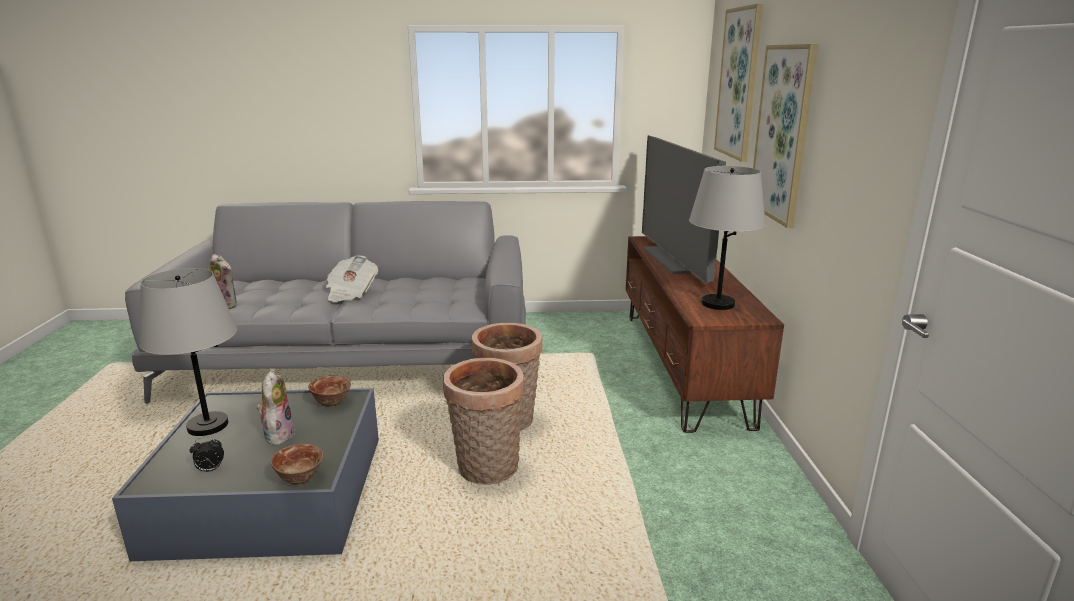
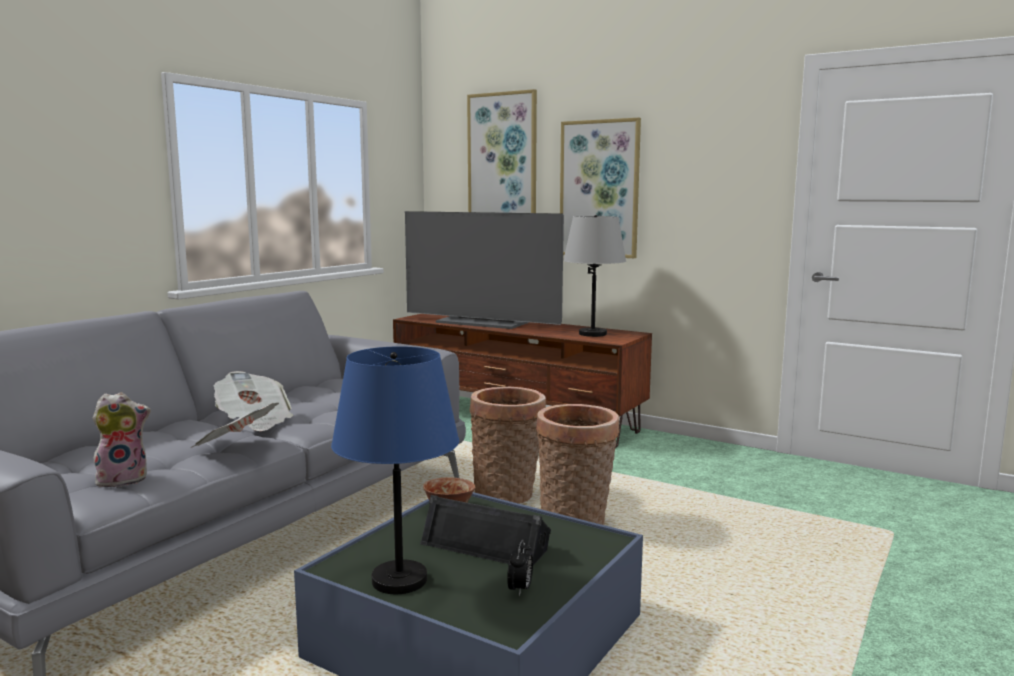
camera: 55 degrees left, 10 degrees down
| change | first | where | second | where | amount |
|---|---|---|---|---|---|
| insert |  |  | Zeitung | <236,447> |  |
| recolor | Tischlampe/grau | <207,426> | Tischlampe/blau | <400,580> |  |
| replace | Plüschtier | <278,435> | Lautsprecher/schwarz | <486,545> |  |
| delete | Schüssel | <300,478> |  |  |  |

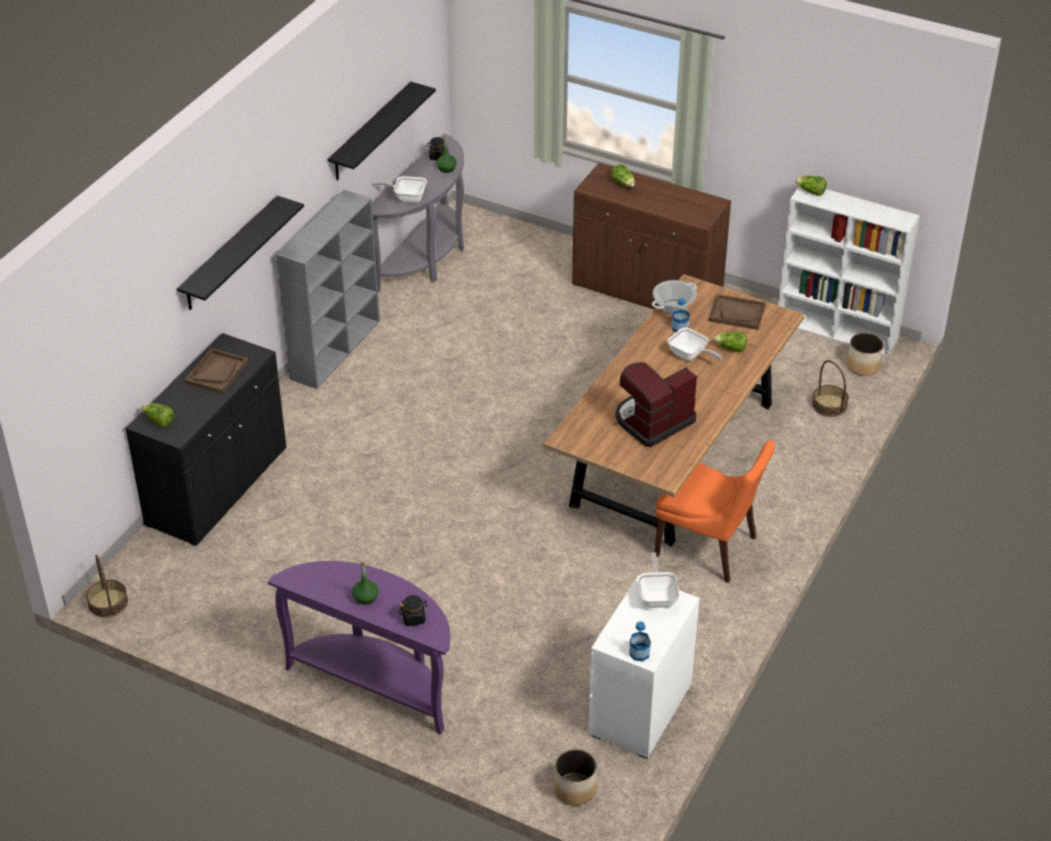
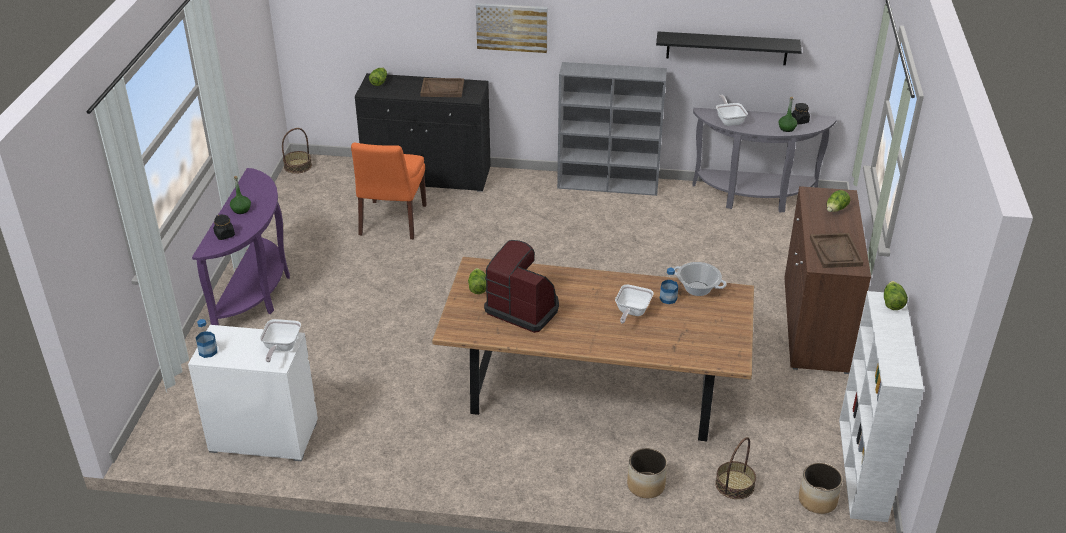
camera: 70 degrees right, 5 degrees down
| change | first | where | second | where | amount |
|---|---|---|---|---|---|
| rotate | Pfanne | <657,596> |  | <281,348> | 120 degrees clockwise |
| move | Stuhl/orange | <709,548> |  | <392,221> |  |
| move | Salatkopf | <731,348> |  | <477,287> |  |
| replace | Wandregal/schwarz | <230,254> | Bild | <512,27> |  |
| move | Pflanzkübel | <574,789> |  | <645,485> |  |
| move | Tablett/braun | <737,313> |  | <835,252> |  |

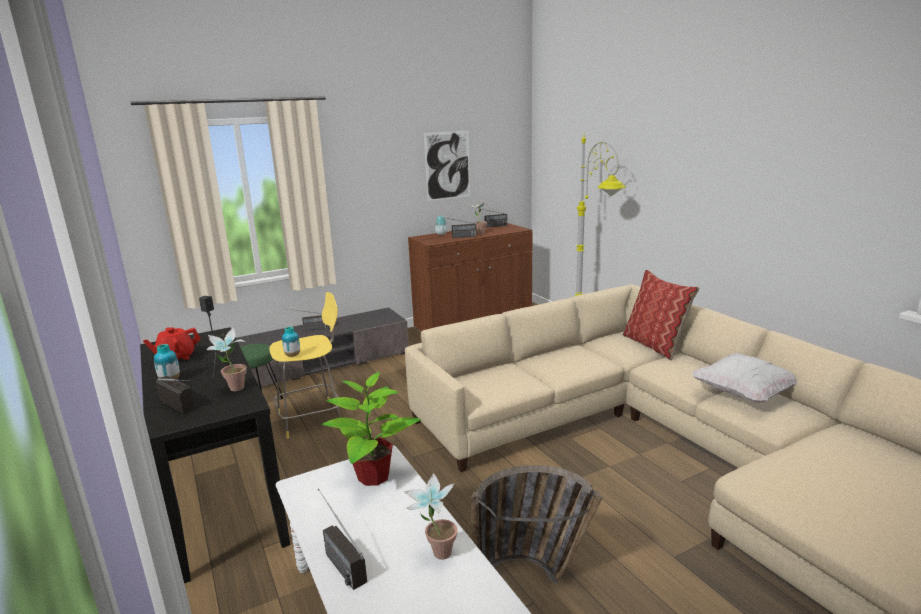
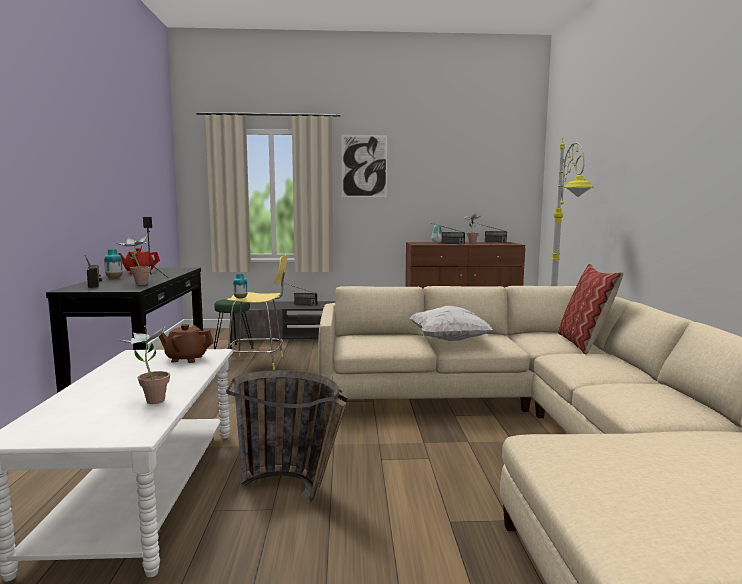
camera: 25 degrees right, 10 degrees down
| change | first | where | second | where | amount |
|---|---|---|---|---|---|
| replace | Topfpflanze | <372,476> | Teekanne/braun | <186,359> |  |
| move | Bild | <447,165> |  | <364,166> |  |
| move | Kissen/weiß | <743,394> |  | <449,340> |  |
| delete | Radio | <336,559> |  |  |  |

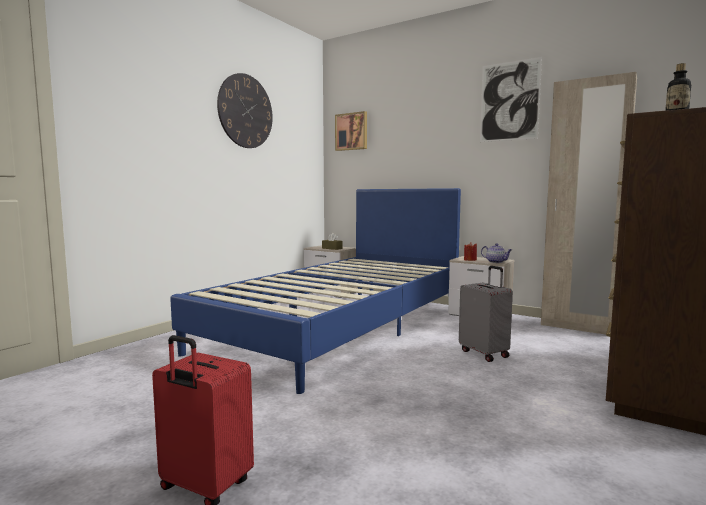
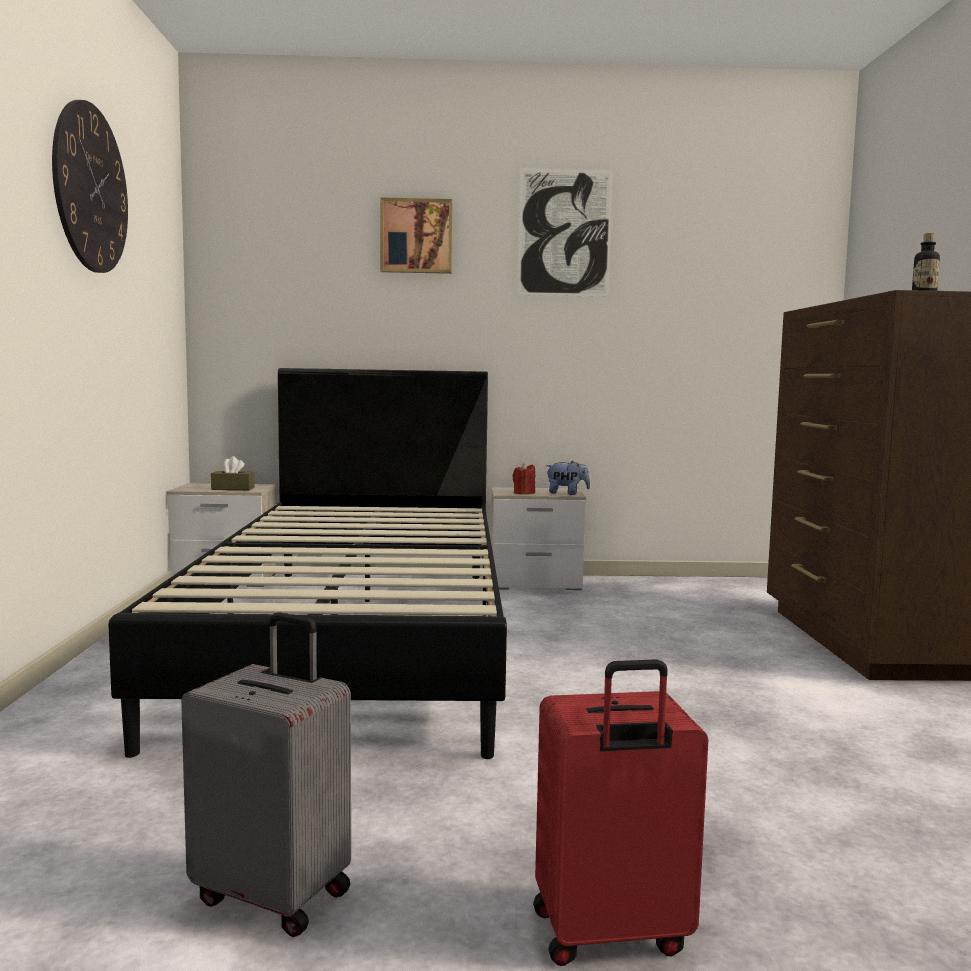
camera: 35 degrees left, 0 degrees up
| change | first | where | second | where | amount |
|---|---|---|---|---|---|
| recolor | Bett/blau | <341,326> | Bett/schwarz | <358,637> |  |
| move | Koffer/grau | <484,353> |  | <275,894> |  |
| move | Bild | <352,131> |  | <416,236> |  |
| replace | Teekanne | <496,262> | Plüschtier | <567,493> |  |
| delete | Kleiderschrank/beige | <578,327> |  |  |  |

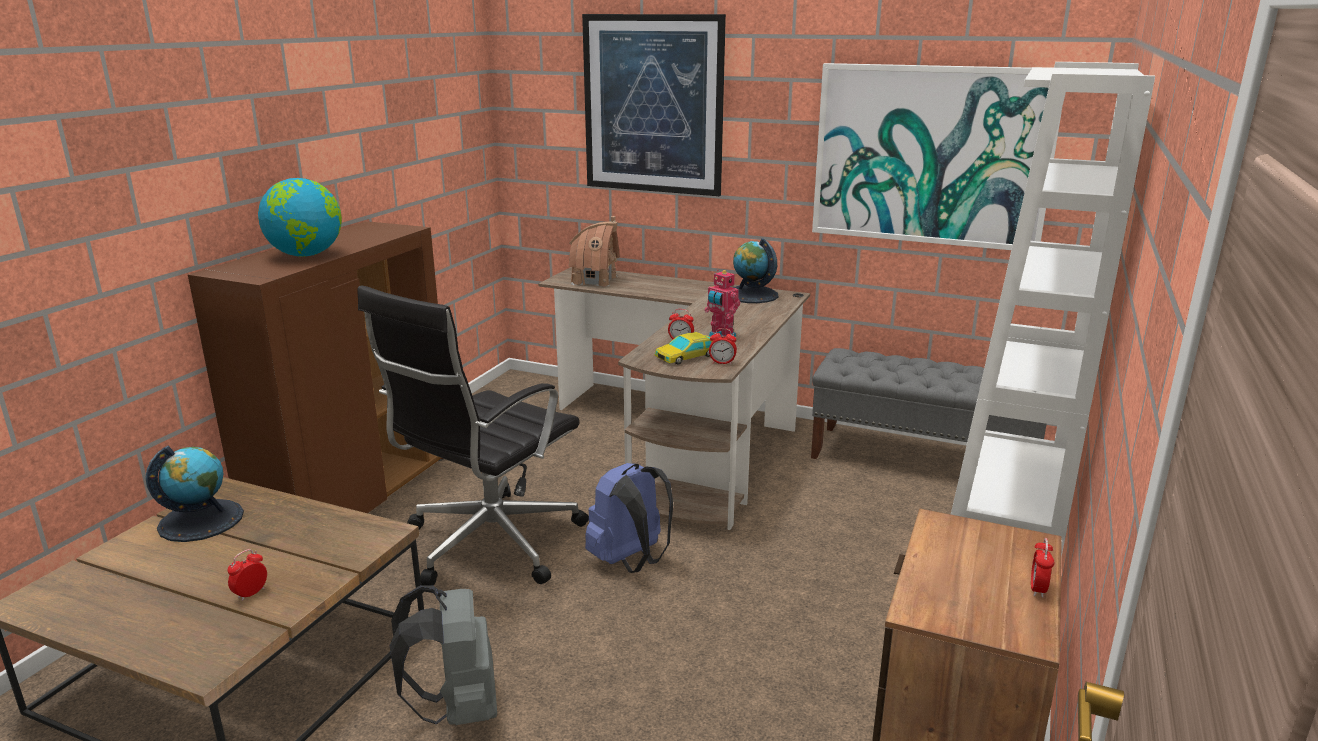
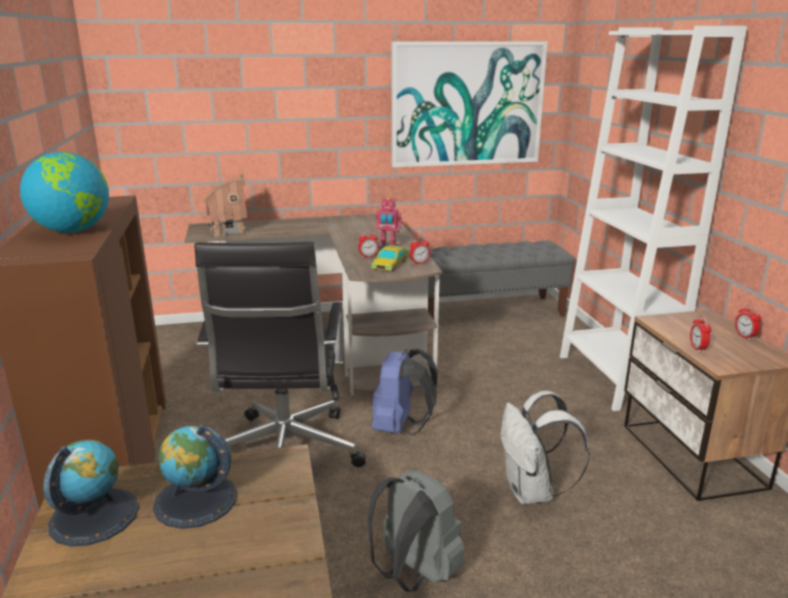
camera: 35 degrees left, 0 degrees up
| change | first | where | second | where | amount |
|---|---|---|---|---|---|
| move | Globus | <751,295> |  | <195,500> |  |
| insert |  |  | Rucksack/weiß | <532,492> |  |
| move | Wecker | <251,593> |  | <697,348> |  |
| delete | Bild | <653,105> |  |  |  |

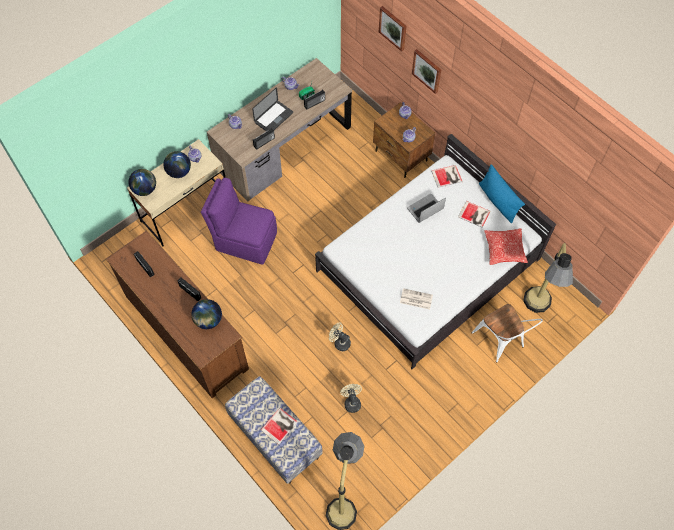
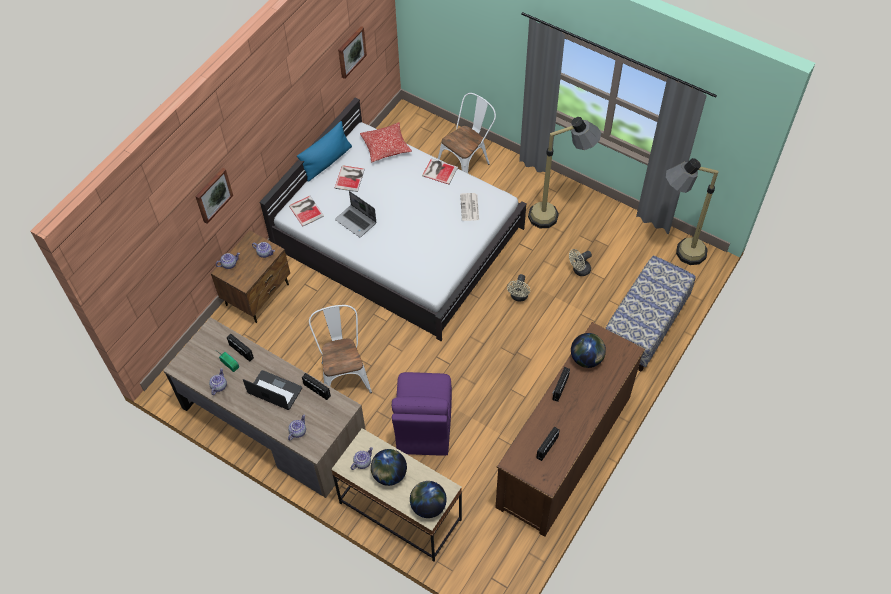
camera: 105 degrees left, 5 degrees down
| change | first | where | second | where | amount |
|---|---|---|---|---|---|
| insert |  |  | Stuhl/weiß | <344,373> |  |
| move | Bild | <393,28> |  | <351,51> |  |
| move | Buch | <280,425> |  | <439,171> |  |
| move | Stehlampe | <535,312> |  | <557,215> |  |

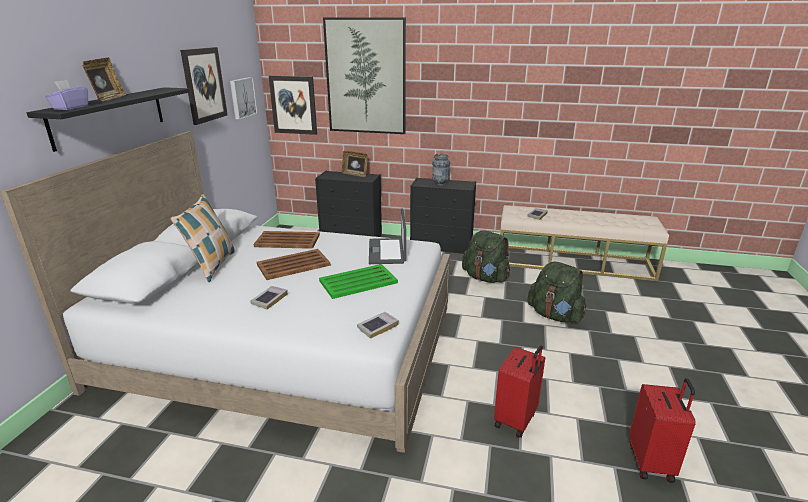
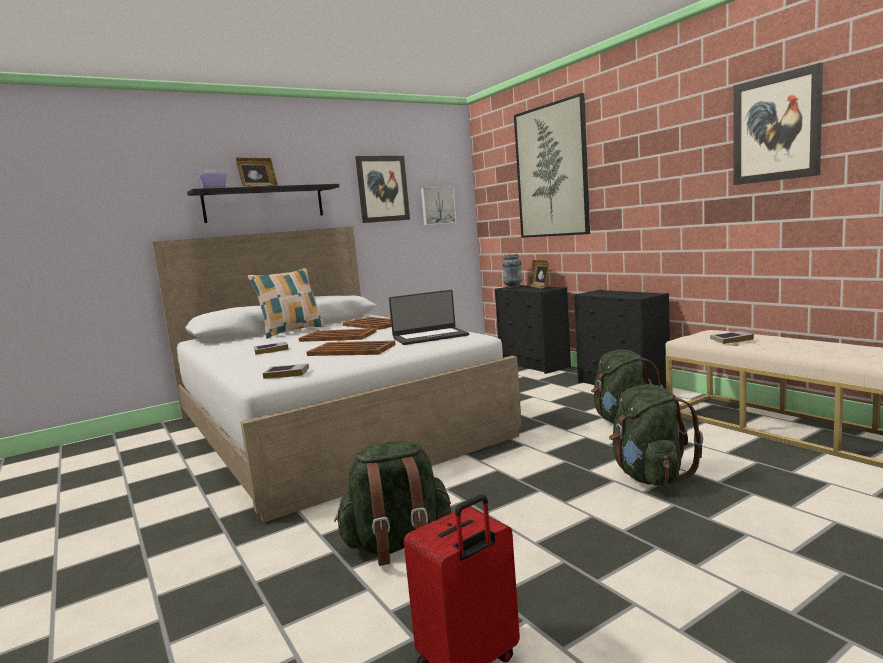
camera: 45 degrees right, 15 degrees down
| change | first | where | second | where | amount |
|---|---|---|---|---|---|
| recolor | Tablett/grün | <357,282> | Tablett/braun | <351,350> |  |
| replace | Koffer/rot | <516,420> | Rucksack/grün | <398,545> |  |
| rotate | Laptop | <388,251> |  | <430,337> | 150 degrees counterclockwise |
| move | Vase | <440,184> |  | <513,287> |  |
| move | Bild | <293,105> |  | <776,128> |  |

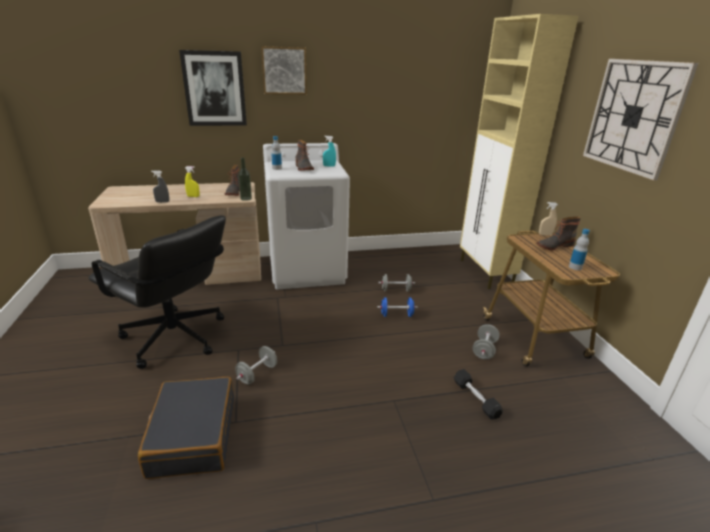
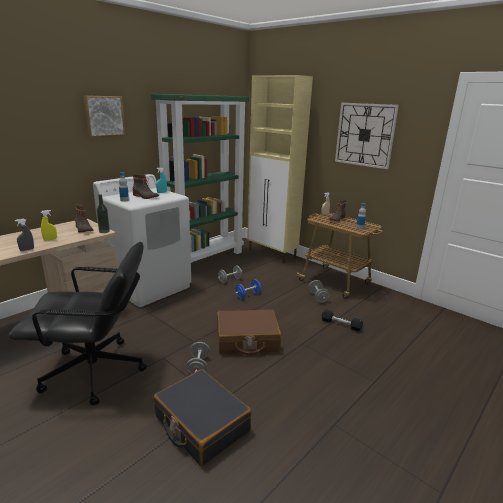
camera: 35 degrees left, 5 degrees down
| change | first | where | second | where | amount |
|---|---|---|---|---|---|
| insert |  |  | Bücherregal/grün | <205,258> |  |
| insert |  |  | Koffer/braun | <247,340> |  |
| delete | Bild | <214,89> |  |  |  |

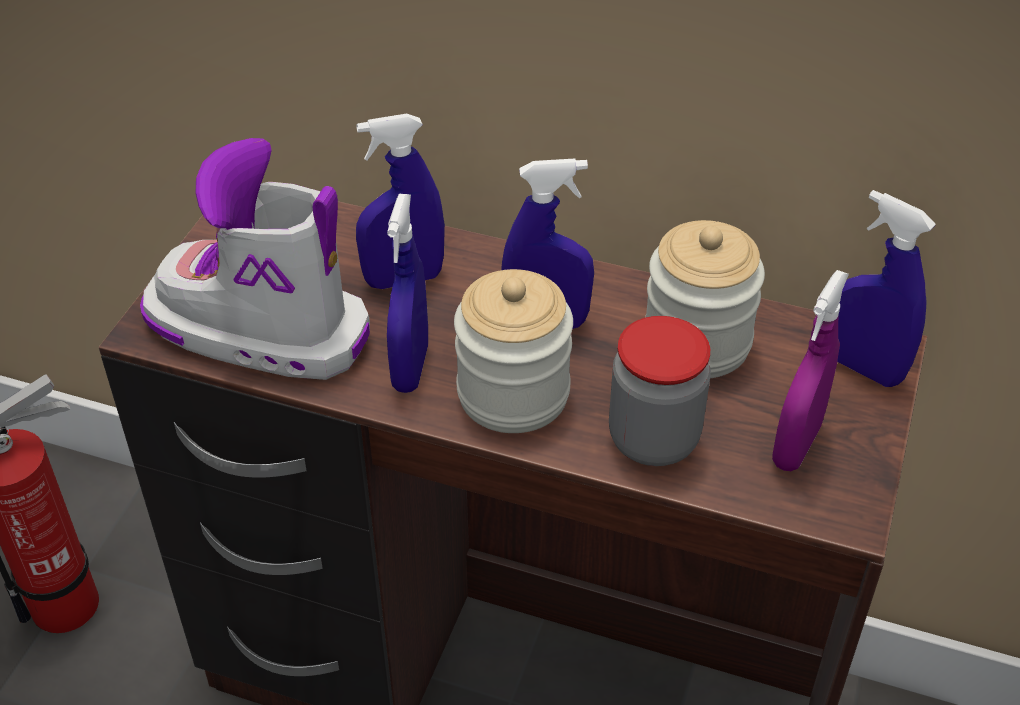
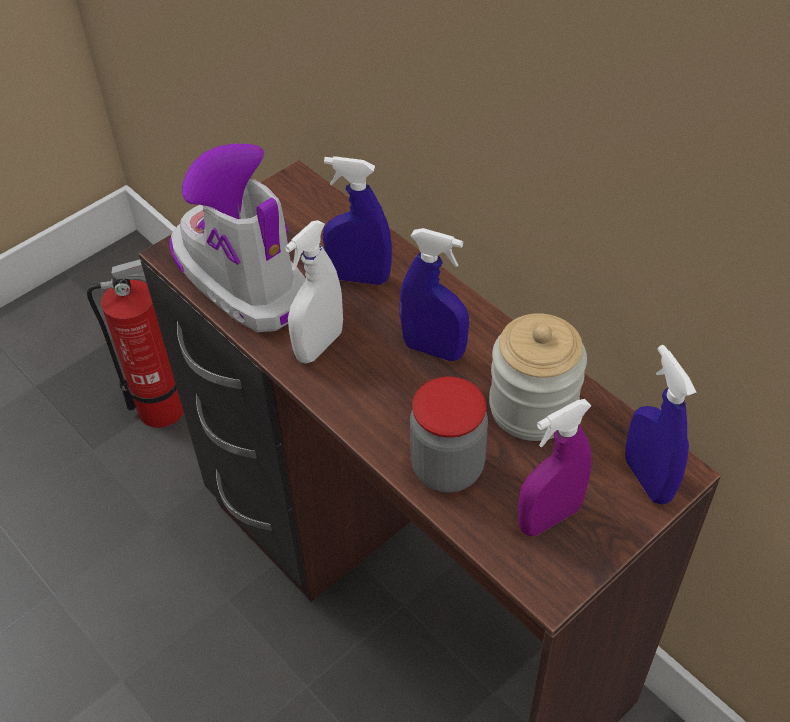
camera: 30 degrees right, 5 degrees up
| change | first | where | second | where | amount |
|---|---|---|---|---|---|
| recolor | Sprühflasche/blau | <410,368> | Sprühflasche/weiß | <319,345> |  |
| delete | Vorratsglas | <513,394> |  |  |  |

